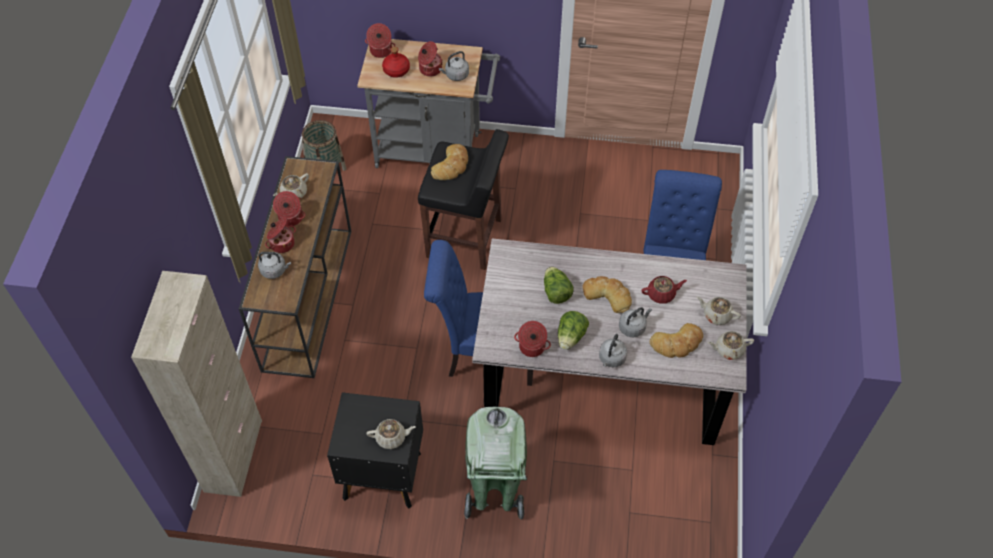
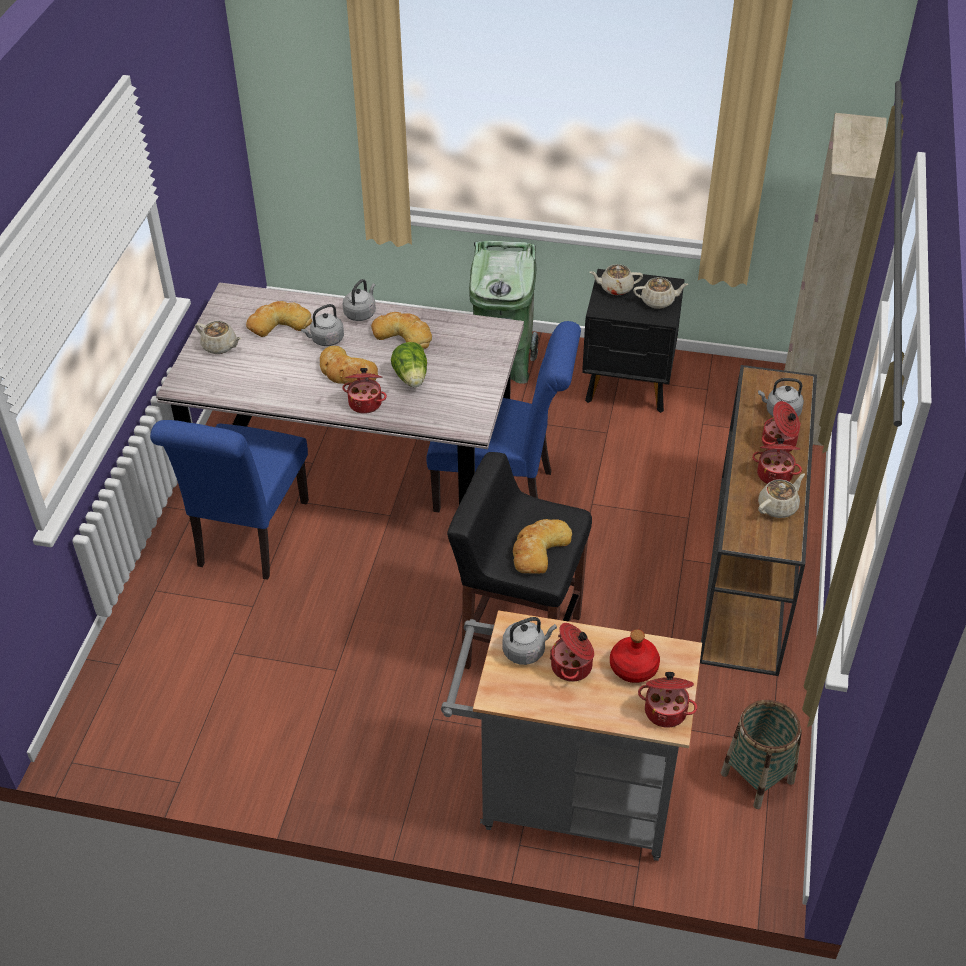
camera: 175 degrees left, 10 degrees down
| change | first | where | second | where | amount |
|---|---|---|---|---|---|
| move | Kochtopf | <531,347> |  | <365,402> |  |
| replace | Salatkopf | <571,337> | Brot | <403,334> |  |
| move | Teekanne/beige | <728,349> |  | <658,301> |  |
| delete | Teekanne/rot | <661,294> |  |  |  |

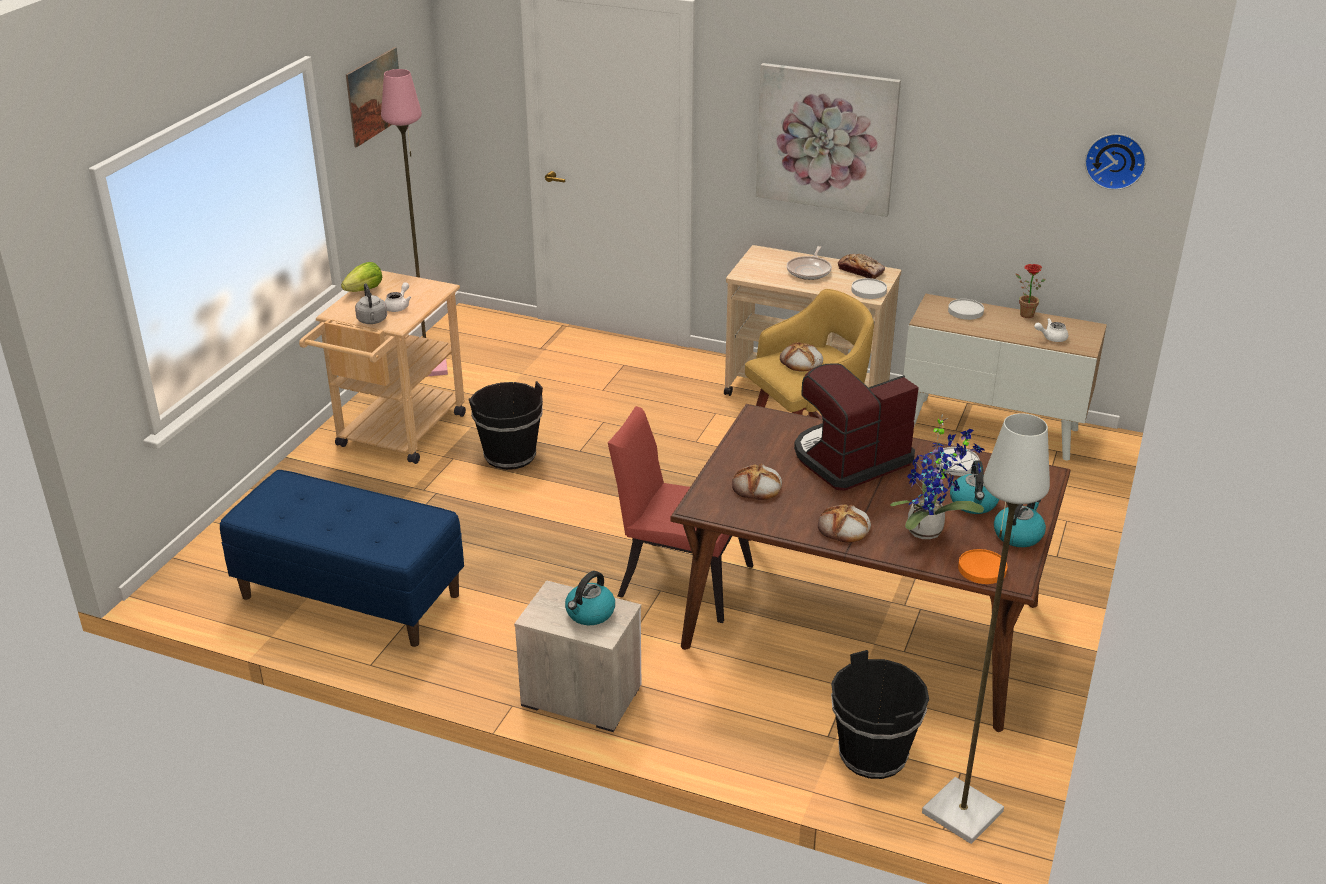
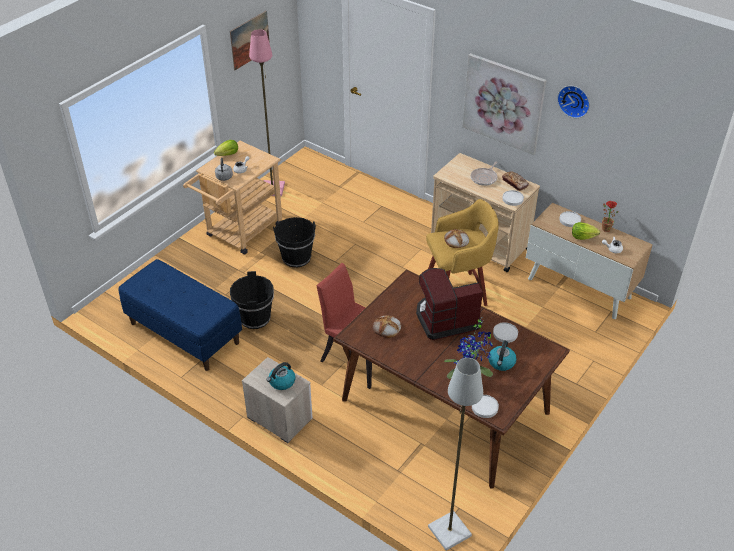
camera: 15 degrees right, 10 degrees up
| change | first | where | second | where | amount |
|---|---|---|---|---|---|
| move | Eimer/schwarz | <872,755> |  | <254,318> |  |
| recolor | Teller/orange | <981,569> | Teller/weiß | <484,407> |  |
| move | Wanduhr | <1115,160> |  | <574,100> |  |
| insert |  |  | Salatkopf | <582,237> |  |
| delete | Brot | <844,528> |  |  |  |
| delete | Wasserkessel | <1018,535> |  |  |  |

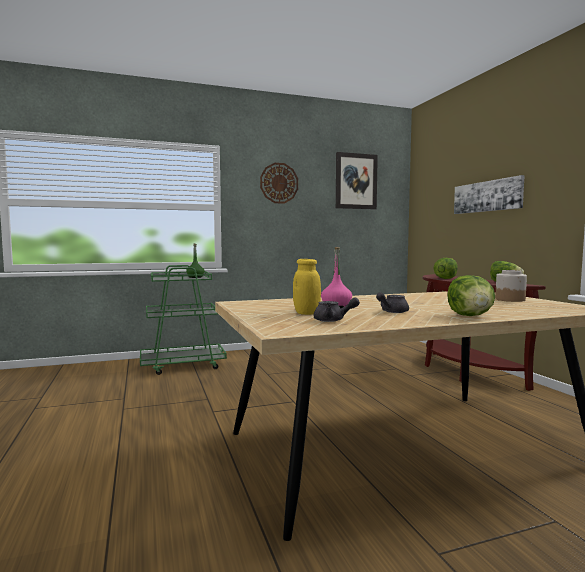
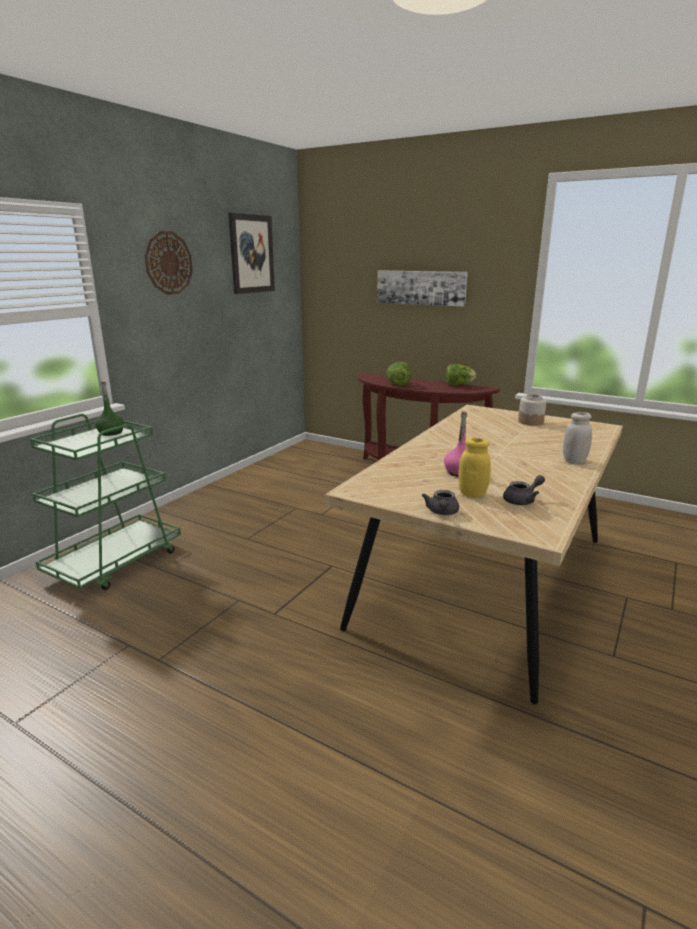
camera: 40 degrees left, 15 degrees up
| change | first | where | second | where | amount |
|---|---|---|---|---|---|
| move | Teekanne/grau | <391,312> |  | <442,513> |  |
| replace | Salatkopf | <471,316> | Vorratsglas/weiß | <574,461> |  |

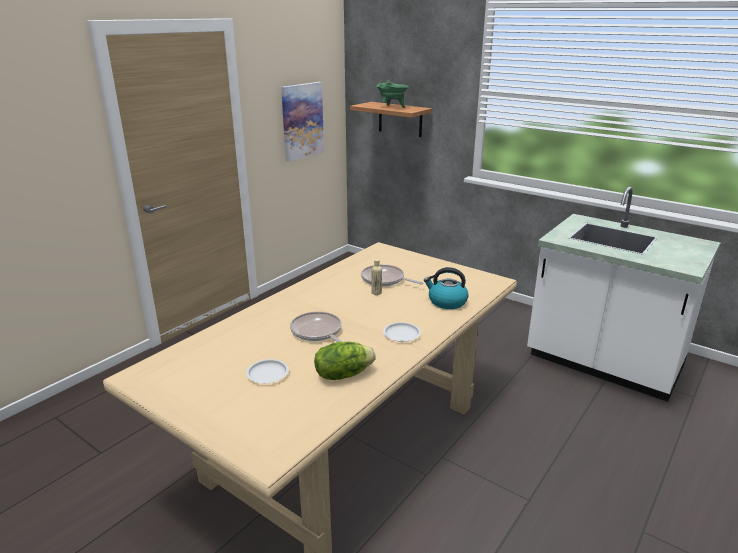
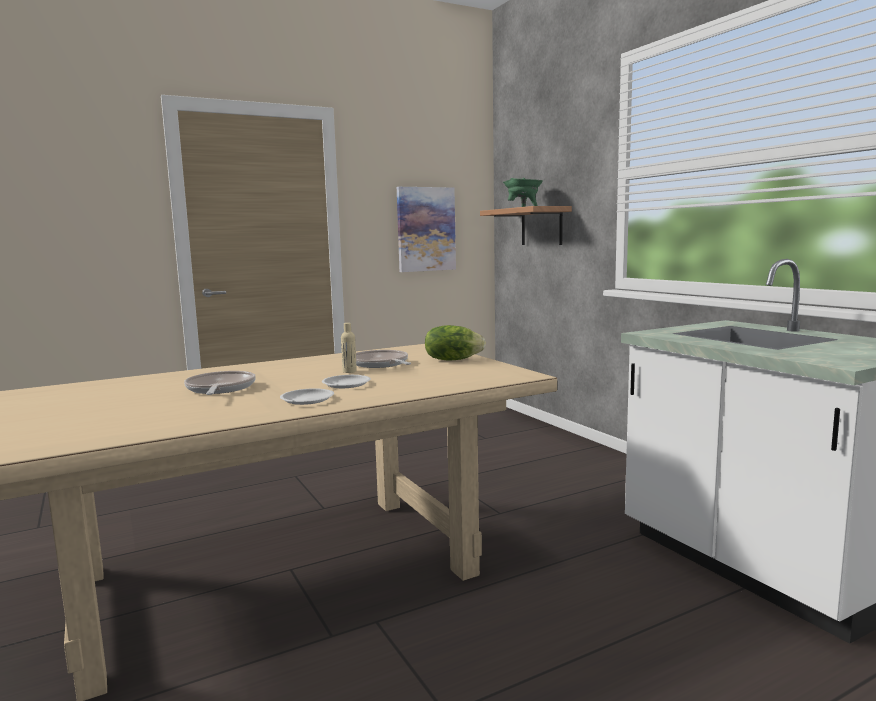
camera: 25 degrees right, 15 degrees down
| change | first | where | second | where | amount |
|---|---|---|---|---|---|
| move | Teller/weiß | <268,374> |  | <346,384> |  |
| move | Salatkopf | <343,374> |  | <452,360> |  |
| delete | Wasserkessel | <446,302> |  |  |  |

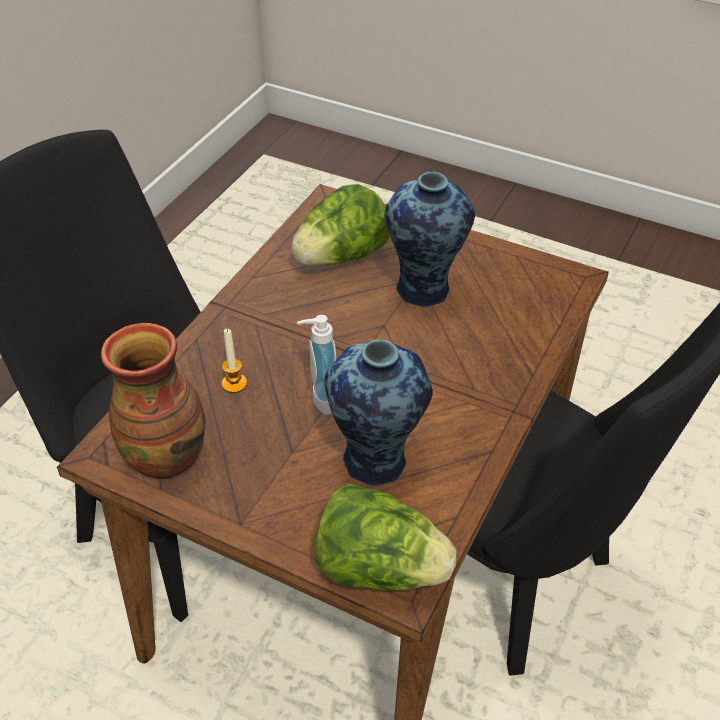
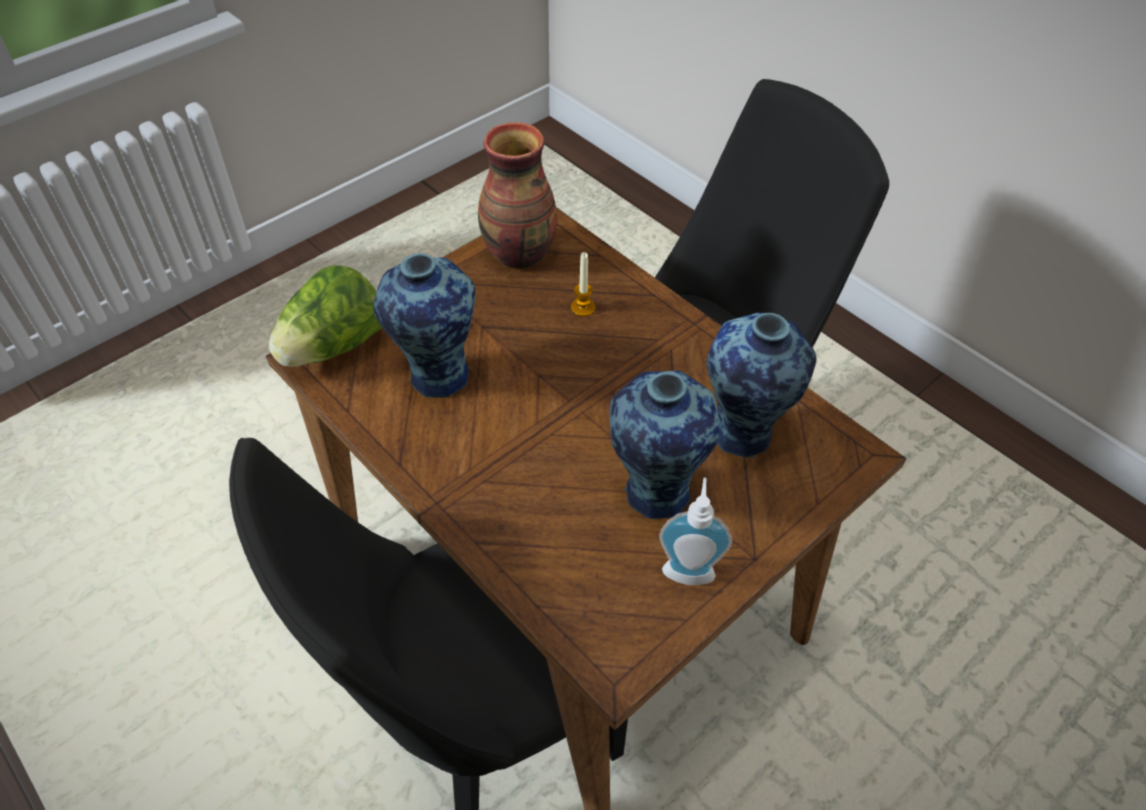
camera: 110 degrees right, 5 degrees up
| change | first | where | second | where | amount |
|---|---|---|---|---|---|
| move | Seifenspender | <319,399> |  | <689,568> |  |
| replace | Salatkopf | <342,257> | Vase | <743,435> |  |

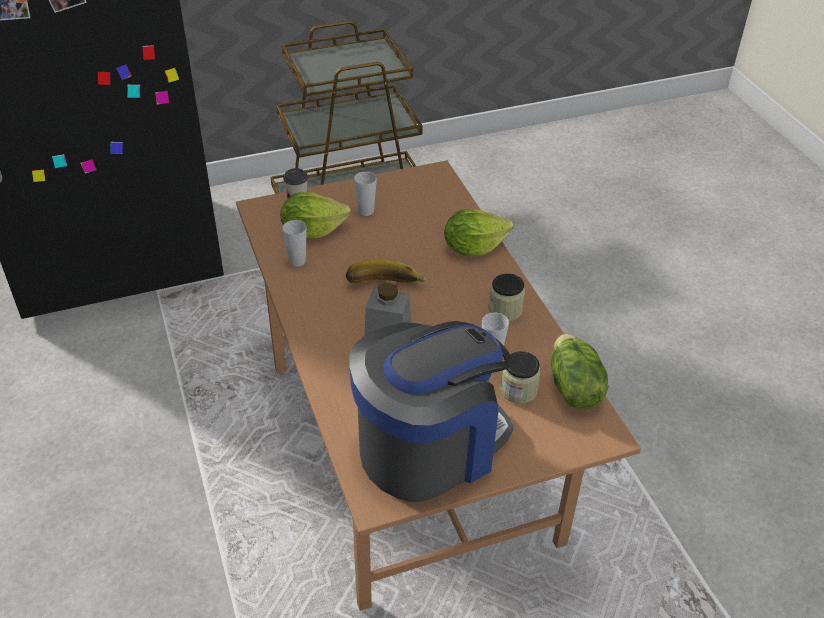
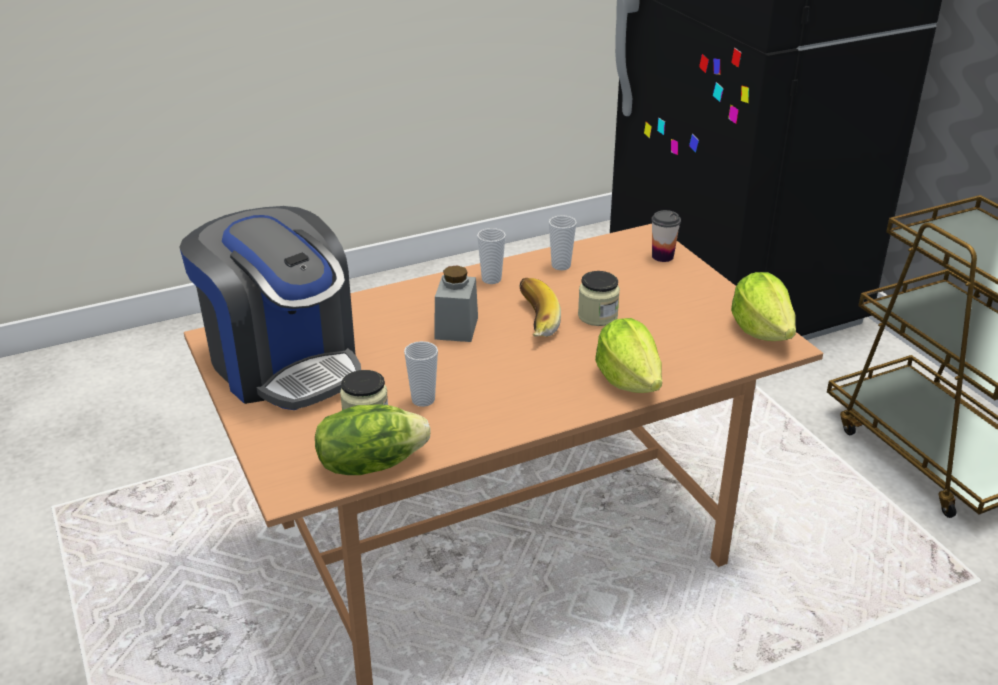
camera: 85 degrees right, 10 degrees down
| change | first | where | second | where | amount |
|---|---|---|---|---|---|
| move | Tasse | <366,211> |  | <491,279> |  |
| move | Vorratsglas | <505,310> |  | <597,316> |  |
| move | Salatkopf | <312,231> |  | <761,330> |  |

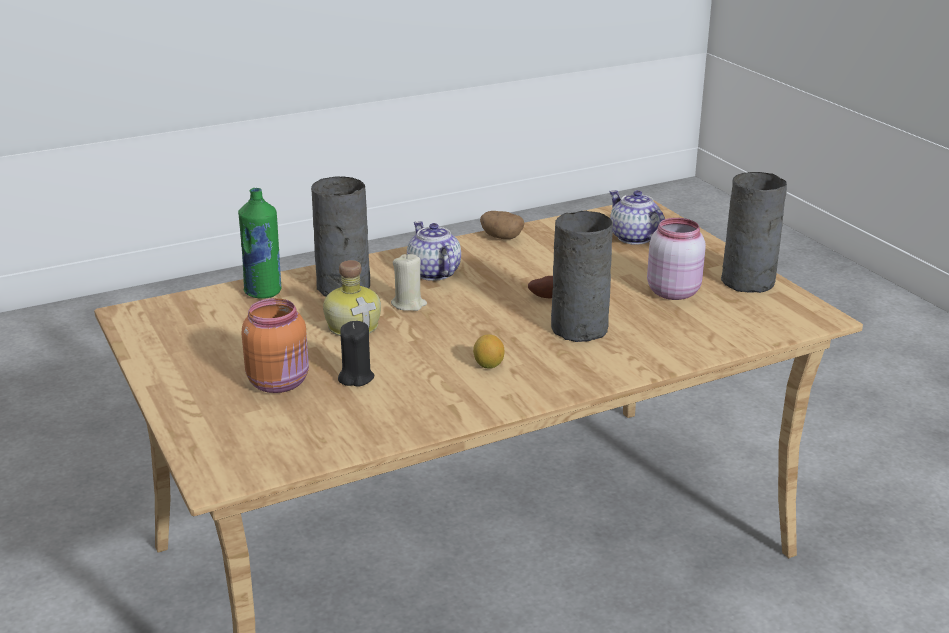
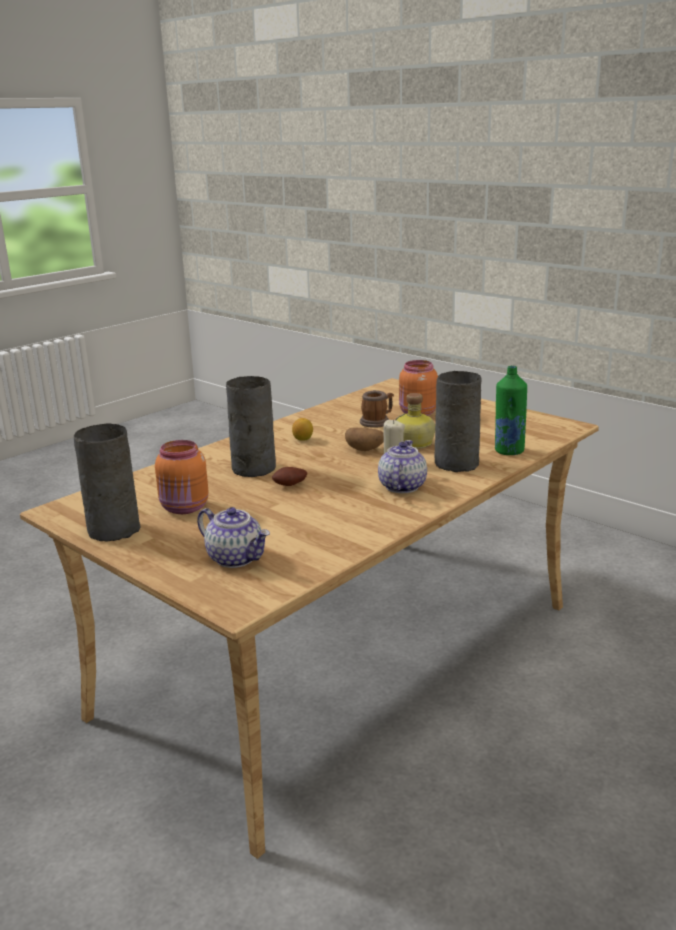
camera: 160 degrees right, 5 degrees down
| change | first | where | second | where | amount |
|---|---|---|---|---|---|
| recolor | Vorratsglas/rosa | <673,291> | Vorratsglas/orange | <185,508> |  |
| move | Kartoffel | <501,237> |  | <365,449> |  |
| replace | Kerze/schwarz | <356,377> | Henkelbecher | <377,422> |  |
| rotate | Teekanne | <433,273> |  | <401,486> | 120 degrees counterclockwise |

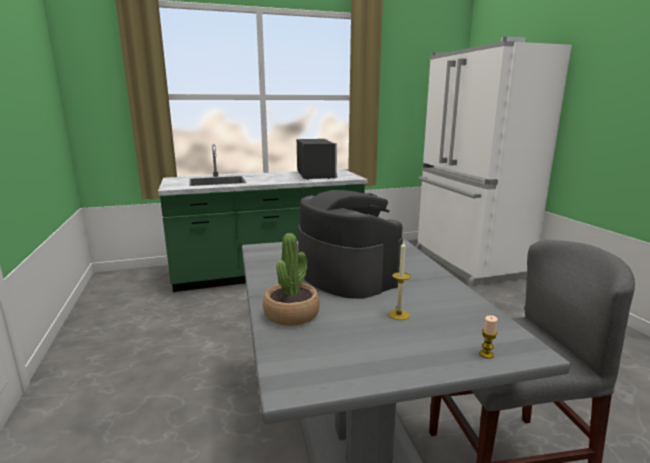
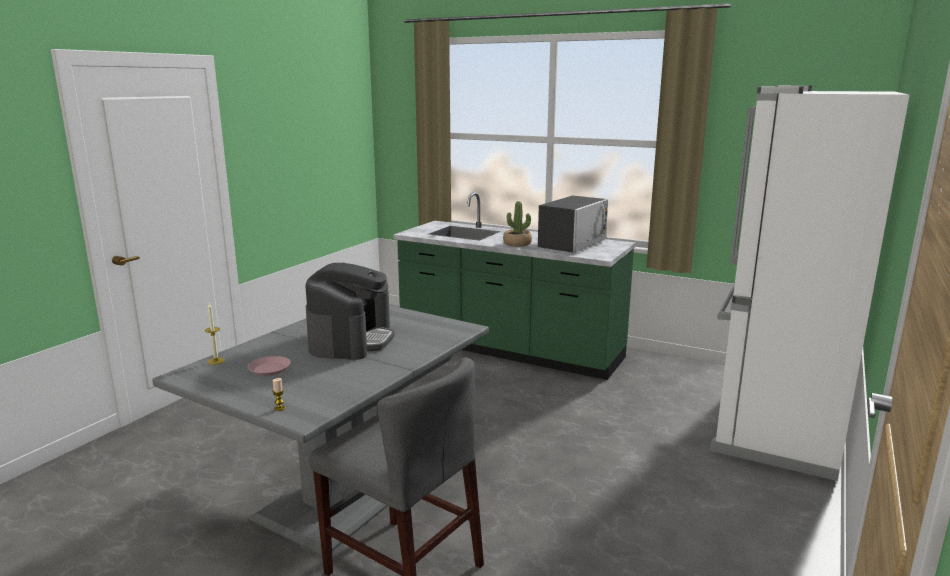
camera: 45 degrees right, 0 degrees up
| change | first | where | second | where | amount |
|---|---|---|---|---|---|
| move | Kerze | <399,315> |  | <216,361> |  |
| insert |  |  | Teller/rosa | <269,369> |  |
| move | Topfpflanze | <291,314> |  | <517,244> |  |

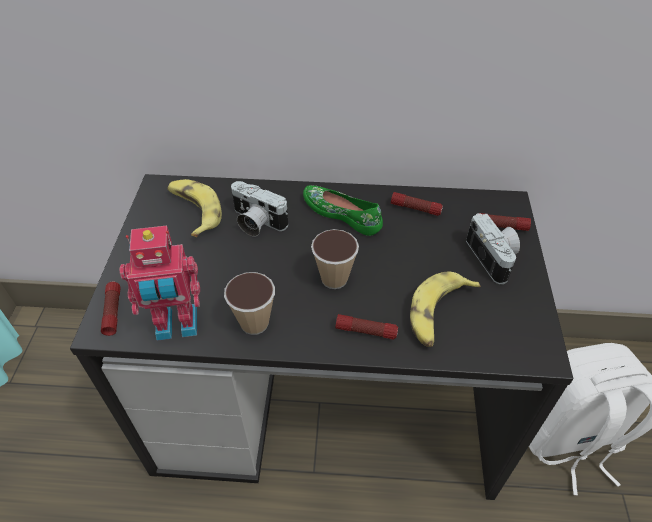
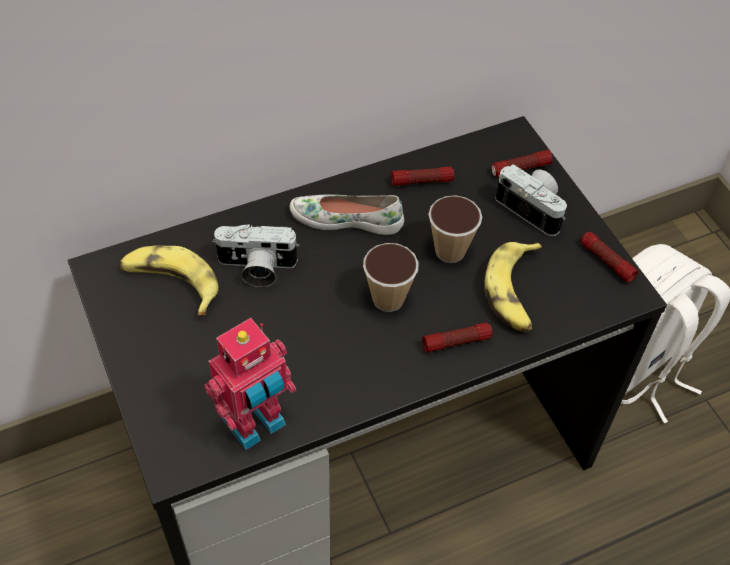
camera: 30 degrees left, 5 degrees up
| change | first | where | second | where | amount |
|---|---|---|---|---|---|
| recolor | Schuh/grün | <342,213> | Schuh/weiß | <347,218> |  |
| move | Tasse | <254,323> |  | <450,251> |  |
| move | Taschenlampe | <113,312> |  | <606,261> |  |

